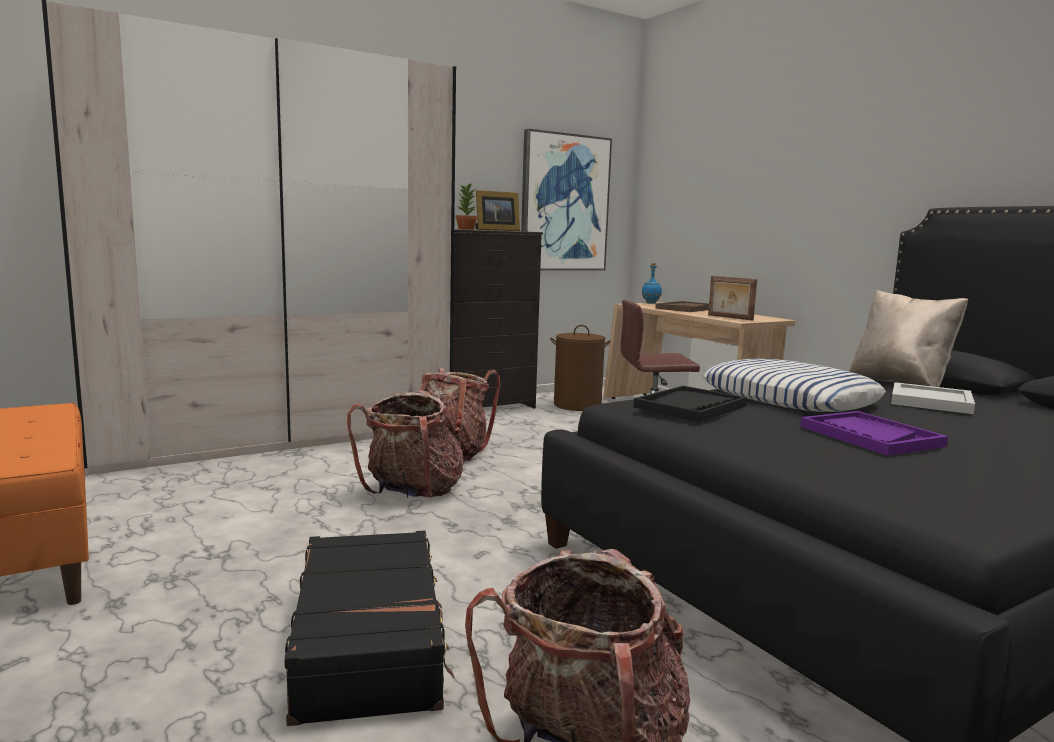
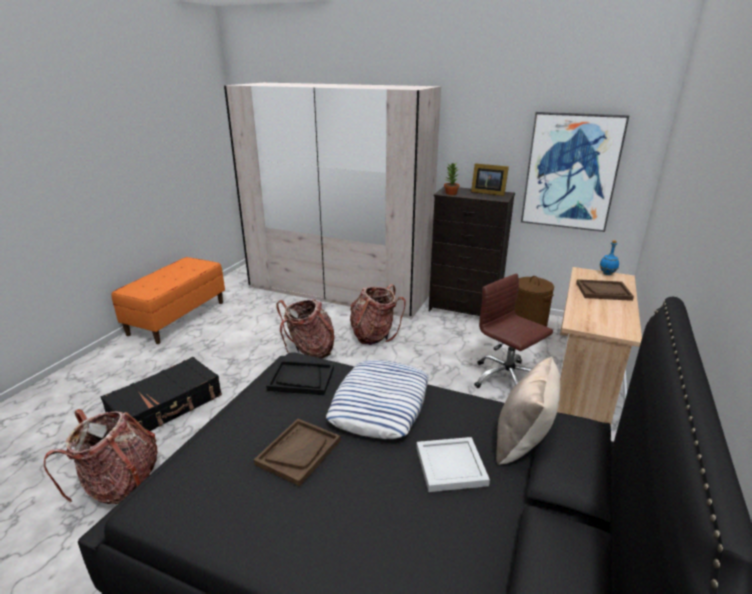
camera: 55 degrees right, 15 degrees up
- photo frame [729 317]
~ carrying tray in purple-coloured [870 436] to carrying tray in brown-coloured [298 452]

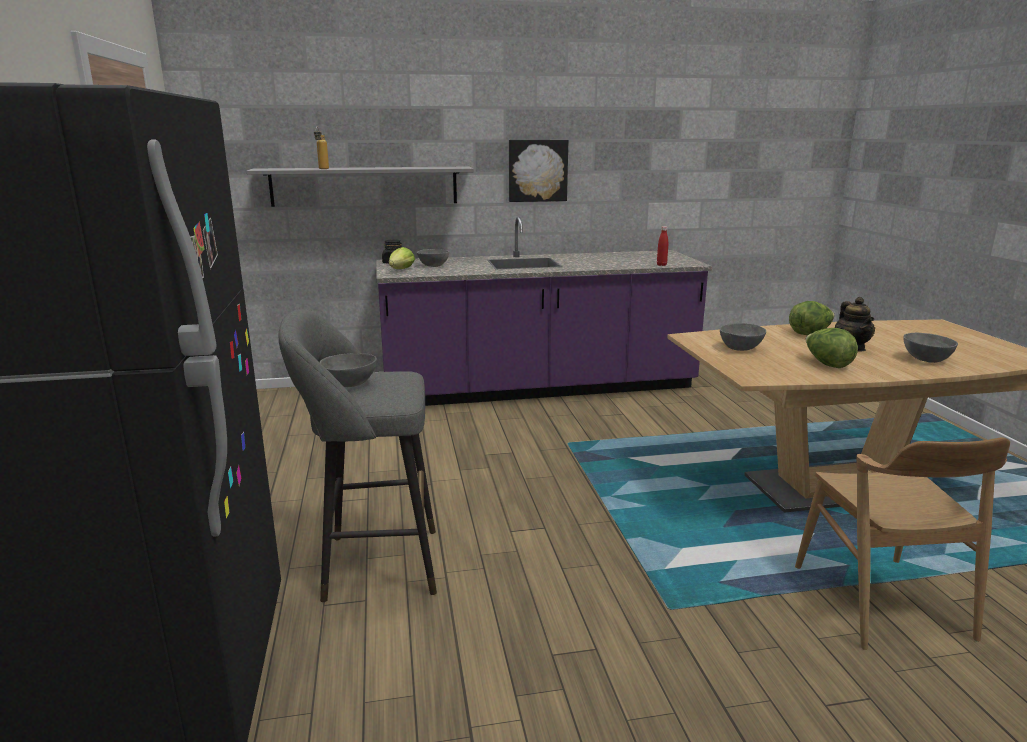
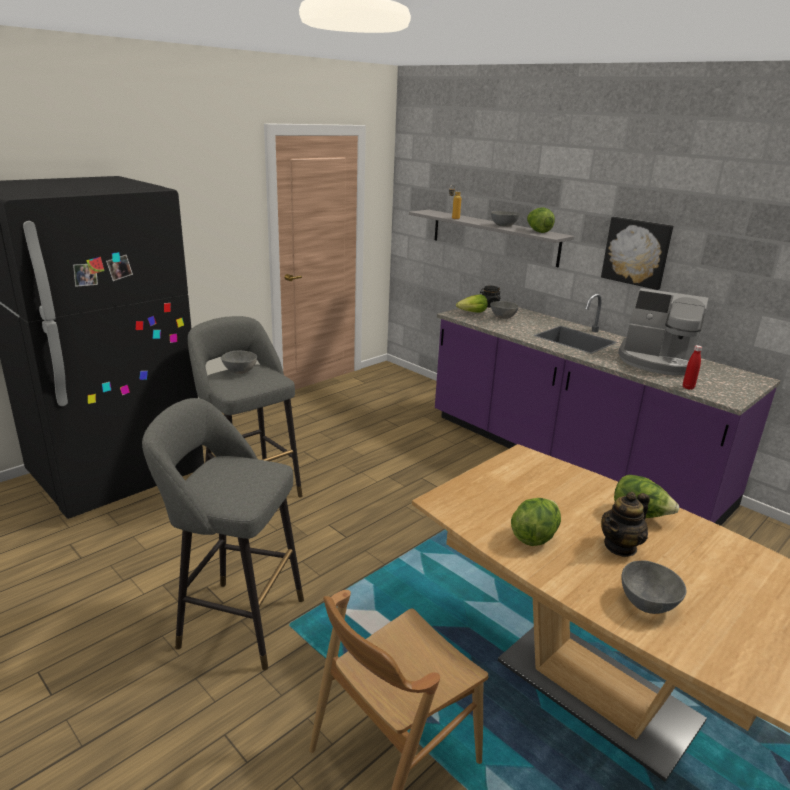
camera: 55 degrees right, 5 degrees up
~ bowl in gray [741 348] to [504 226]
+ lettuce [538 231]
+ coffee machine [657 361]
+ stool seat in gray [235 621]

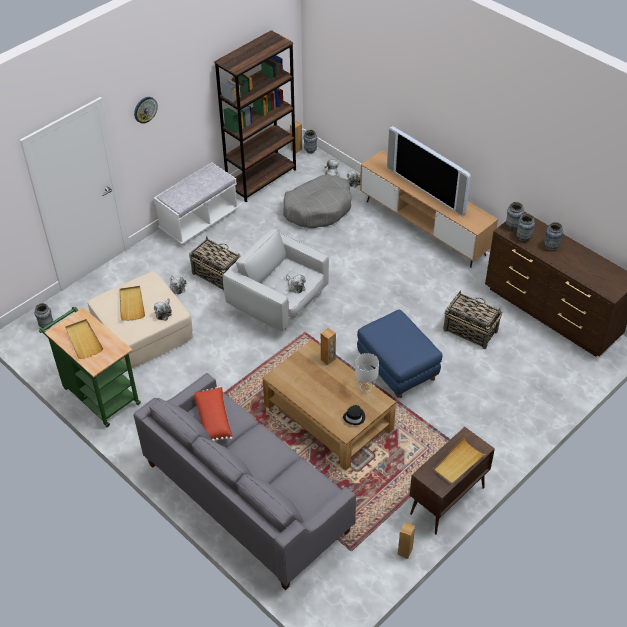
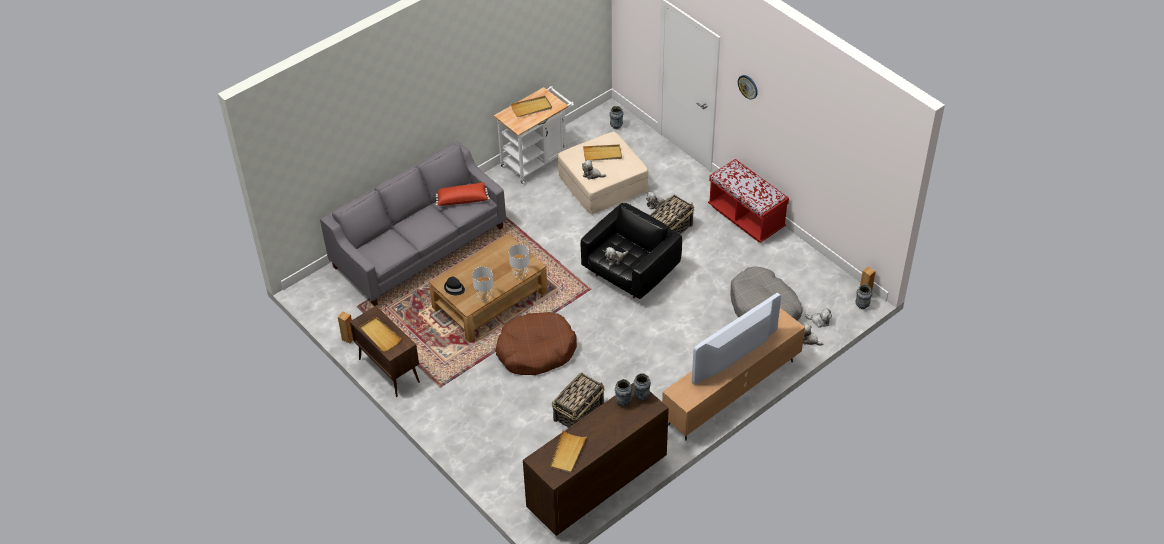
camera: 95 degrees right, 0 degrees up
- bookshelf in brown-coloured [261 179]
~ bench in white-coloured [199 221] to bench in red-coloured [746 217]
- decorative vase [551 247]
~ armchair in white-coloured [279 302] to armchair in black [630 272]
~ wheeled cart in green-coloured [98 394] to wheeled cart in white-coloured [537 160]
~ ottoman in blue [396 370] to dog bed in brown-coloured [536 351]
~ loudspeaker in brown-coloured [328 359] to tabletop lamp in white-coloured [520 275]
+ carrying tray in beige [567 453]

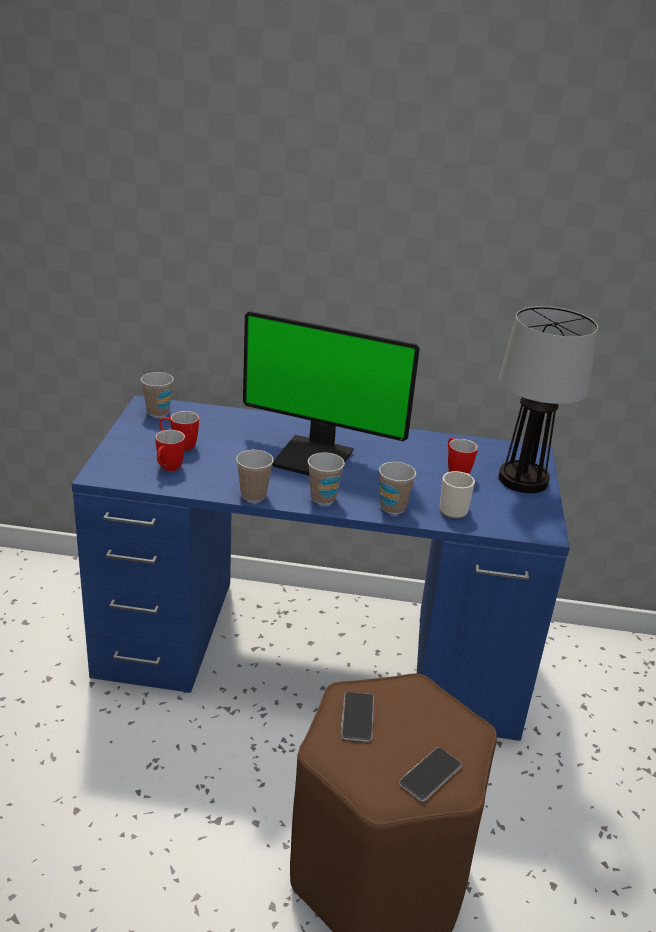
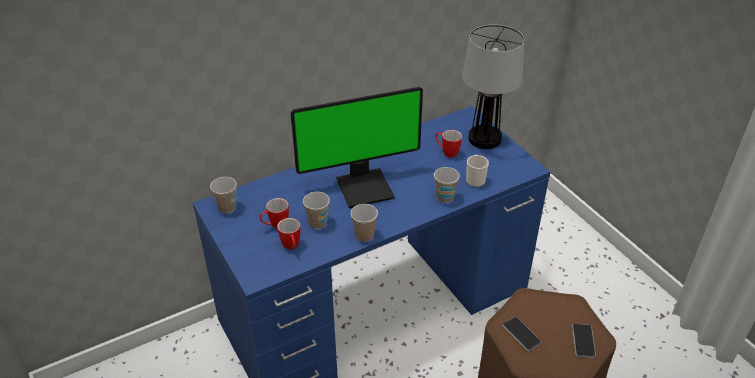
camera: 35 degrees left, 10 degrees up
~ cup [323 498] to [317 223]

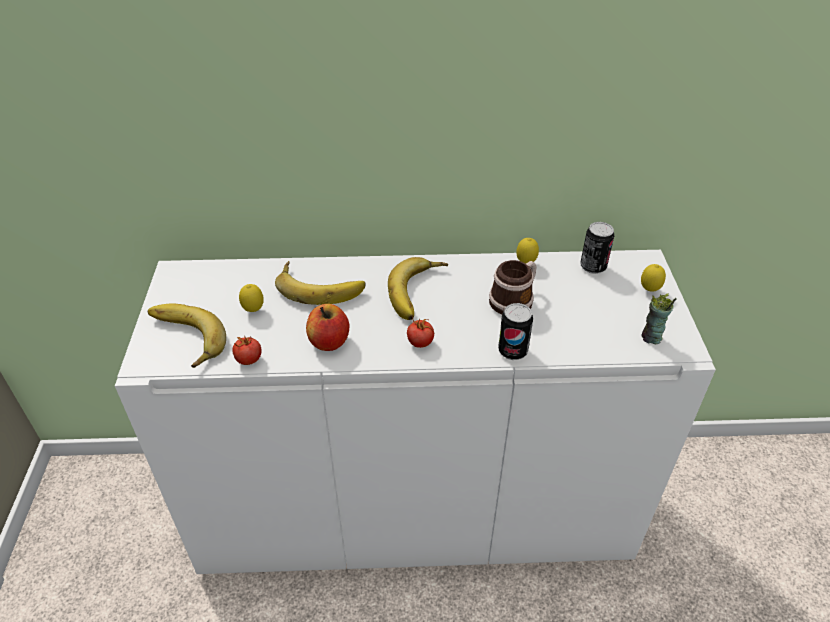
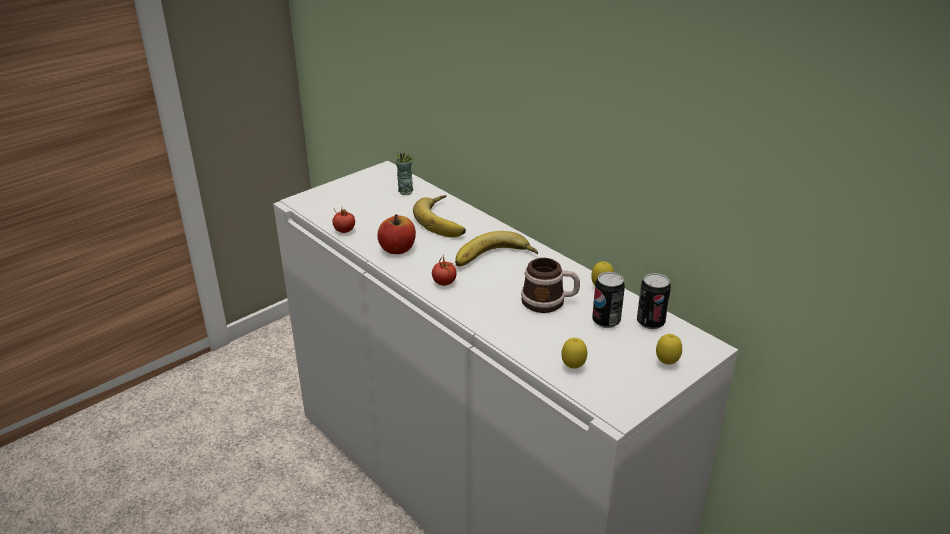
camera: 50 degrees right, 10 degrees down
~ whole lemon [254 310] to [573 367]
~ cup [651 337] to [405 191]
- whole banana [183 339]
~ metal can [512 351] to [606 321]

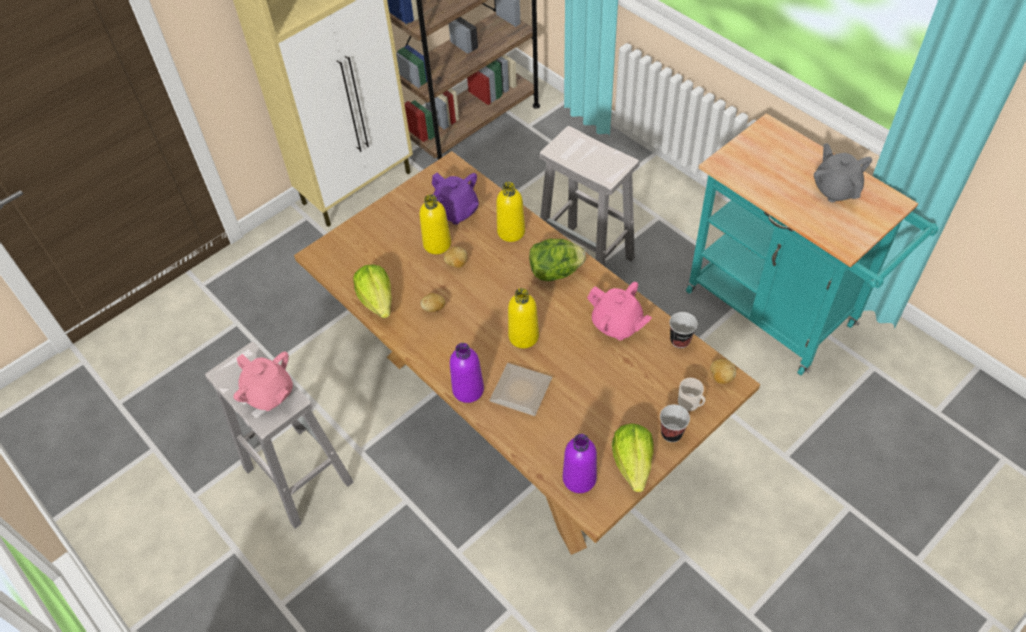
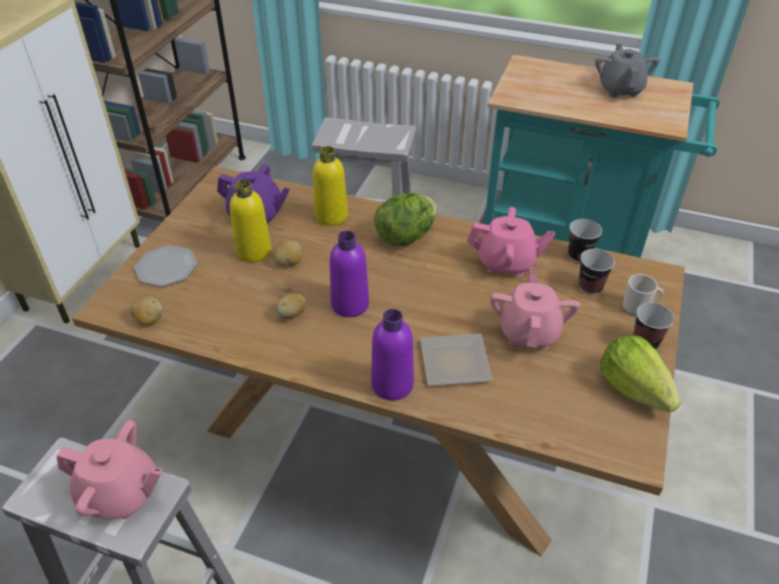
camera: 30 degrees left, 10 degrees down
~ teapot in gray [835 189] = [620 90] 45 degrees clockwise
- lettuce [377 301]
- bottle in yellowish [523 336]
~ spud [721 377] to [148 320]
~ bottle in purple-coloured [579 478] to [350 304]
+ flat dish [166 267]
+ cup [590 286]
+ teapot in pink [529 332]

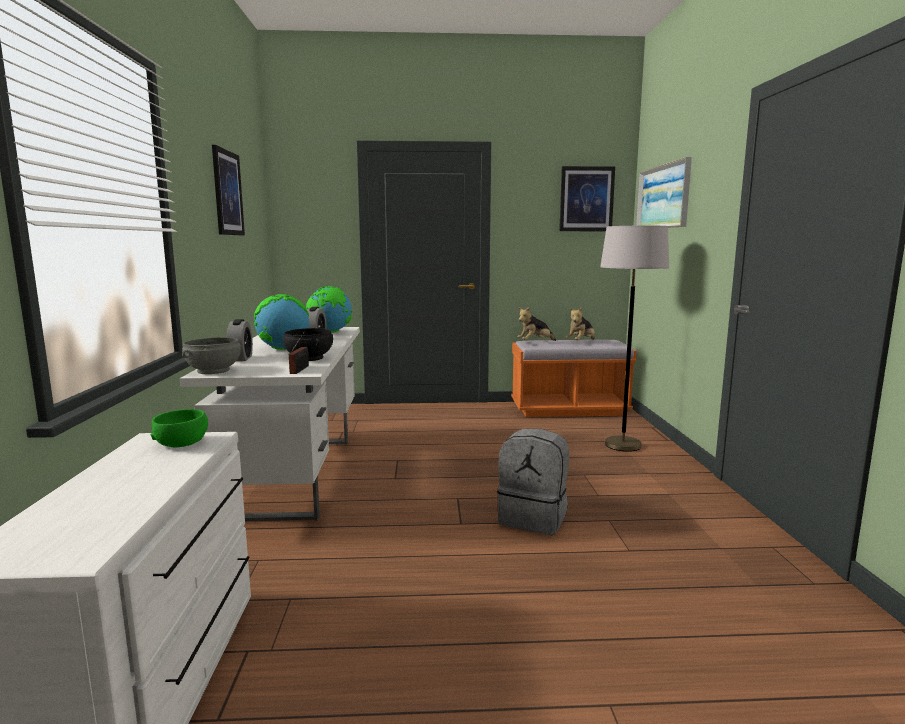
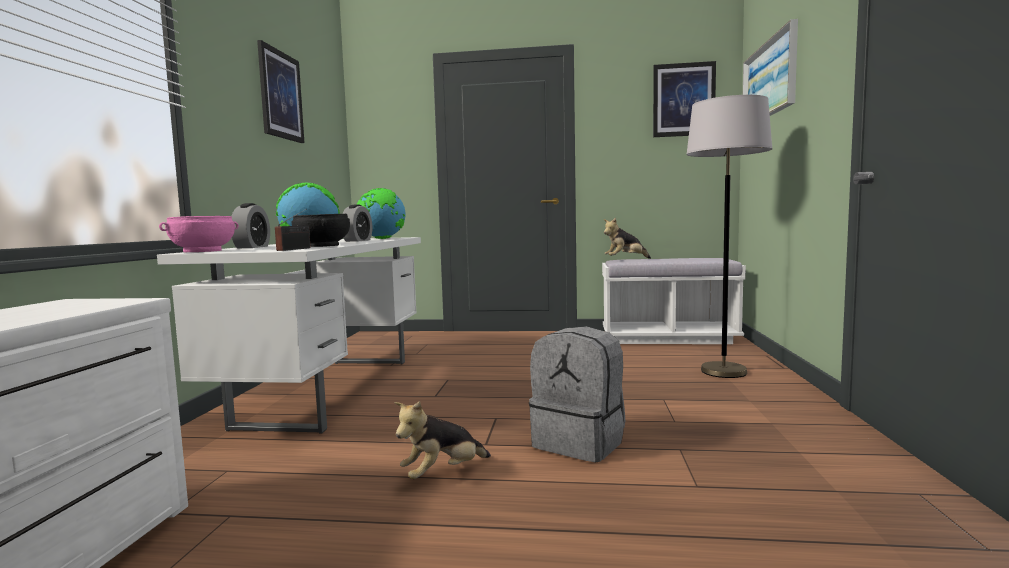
camera: 10 degrees right, 5 degrees down
~ soft toy [581 342] to [443 474]
~ bowl in gray [214 371] to bowl in pink [203 251]
~ bench in orangey [569 409] to bench in white-coloured [668 338]
- bowl in green-coloured [182 443]

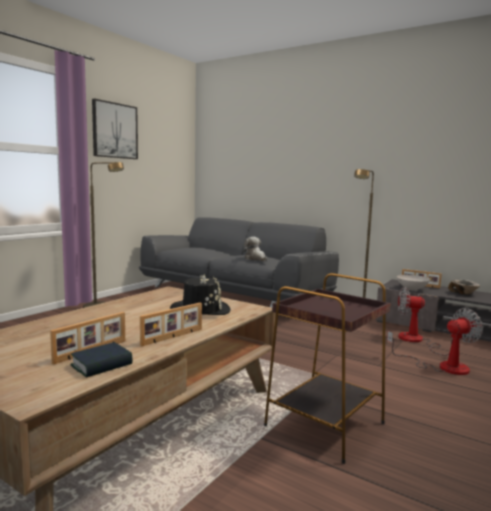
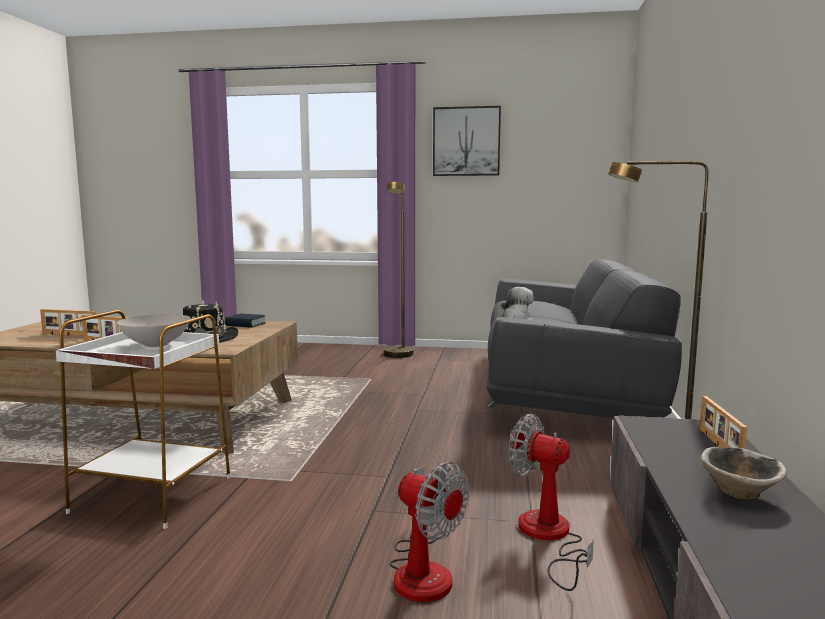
camera: 65 degrees right, 0 degrees up
~ side table in brown-coloured [326 424] to side table in white-coloured [154 494]
~ bowl in white-coloured [412 289] to [155 345]
~ electric fan [417 341] = [549 537] 45 degrees counterclockwise
~ book [102 365] to [245 324]

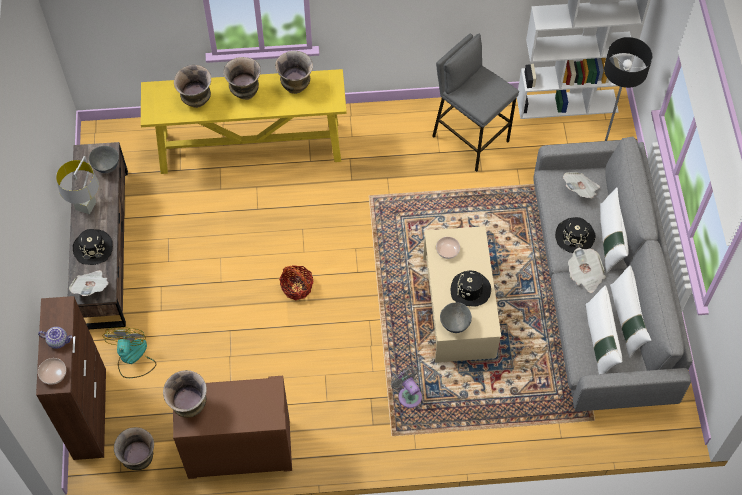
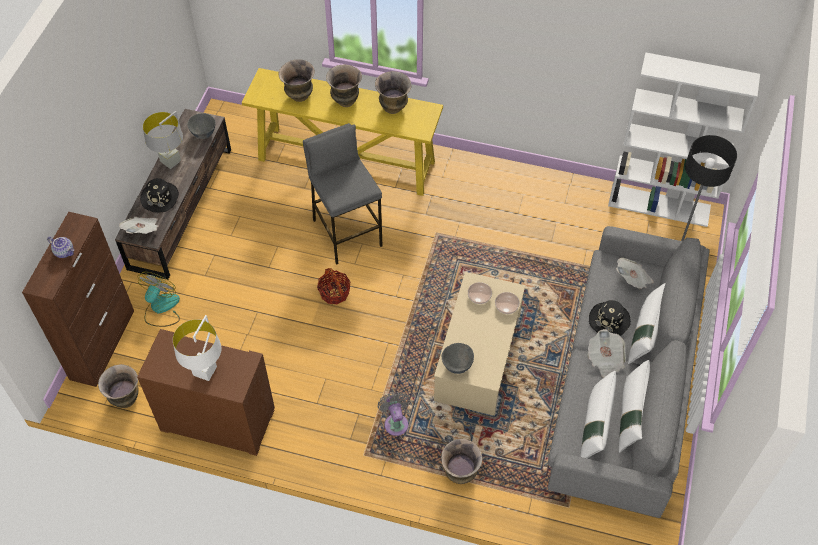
camera: 20 degrees right, 5 degrees down
~ stool seat in gray [470 138] to [347 233]
- hat in black [470 290]
~ bowl [54 374] to [507 306]
~ decorative vase [190 407] to [460 474]
+ tabletop lamp in white-coloured [205 372]

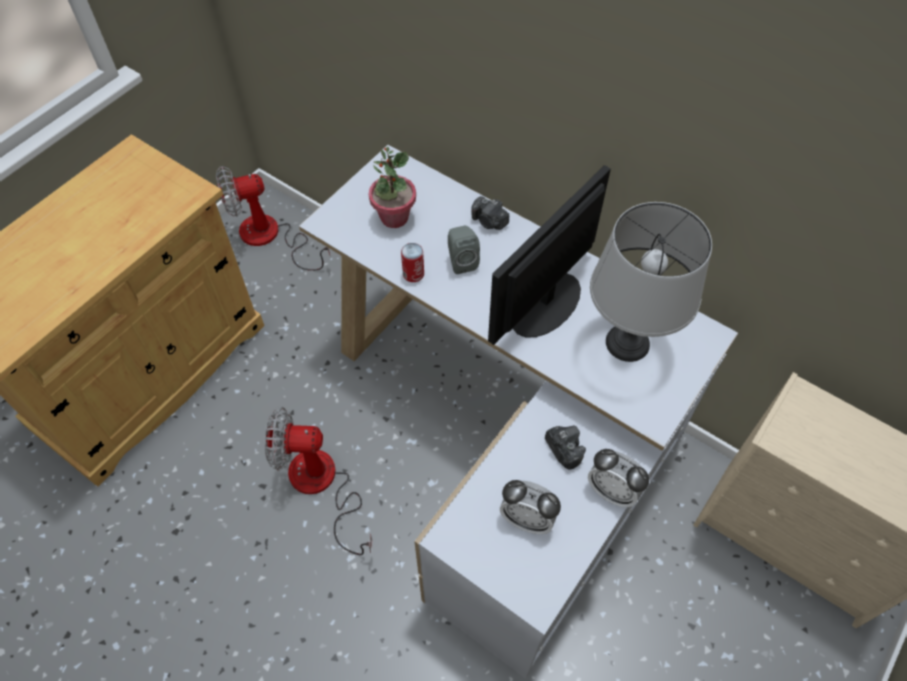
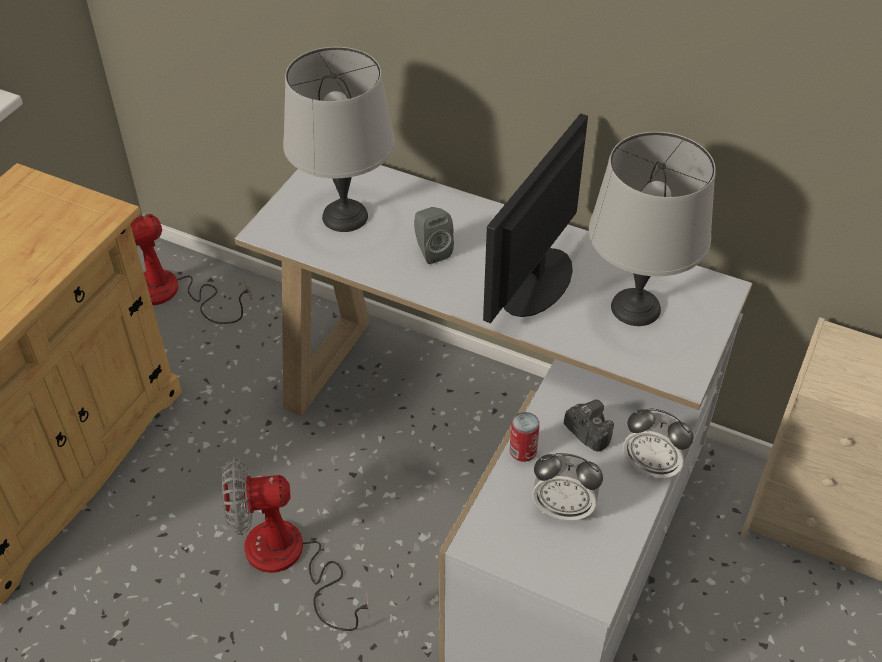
camera: 10 degrees left, 10 degrees down
~ plant in a pot [394 217] to tabletop lamp in gray [344 217]
- photo camera [489 221]
~ metal can [413 274] to [523 451]

